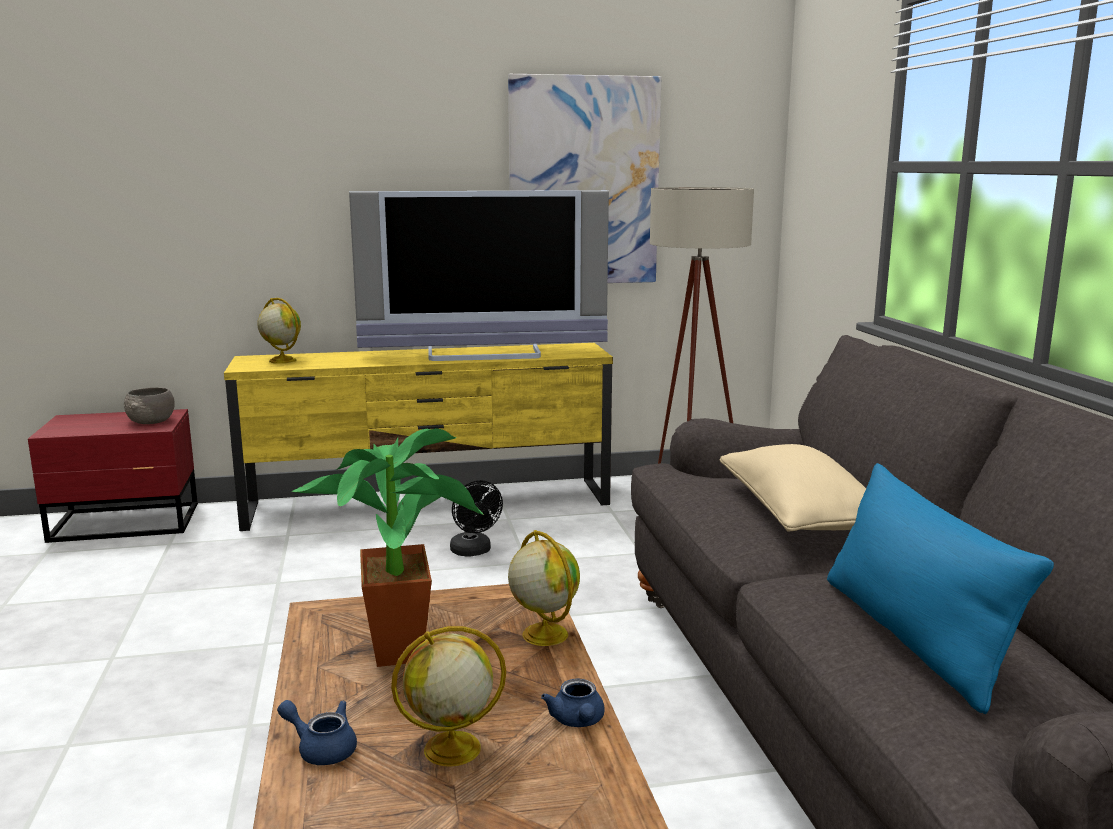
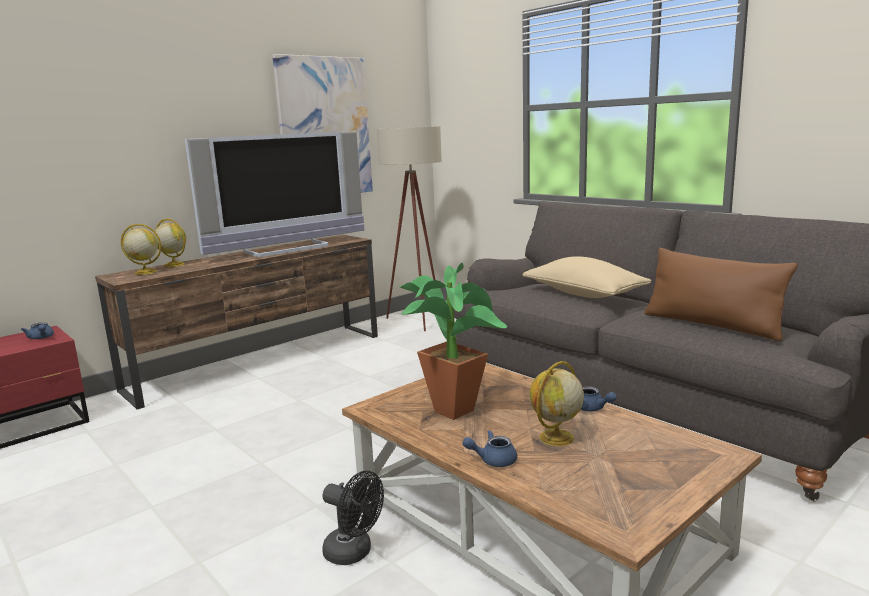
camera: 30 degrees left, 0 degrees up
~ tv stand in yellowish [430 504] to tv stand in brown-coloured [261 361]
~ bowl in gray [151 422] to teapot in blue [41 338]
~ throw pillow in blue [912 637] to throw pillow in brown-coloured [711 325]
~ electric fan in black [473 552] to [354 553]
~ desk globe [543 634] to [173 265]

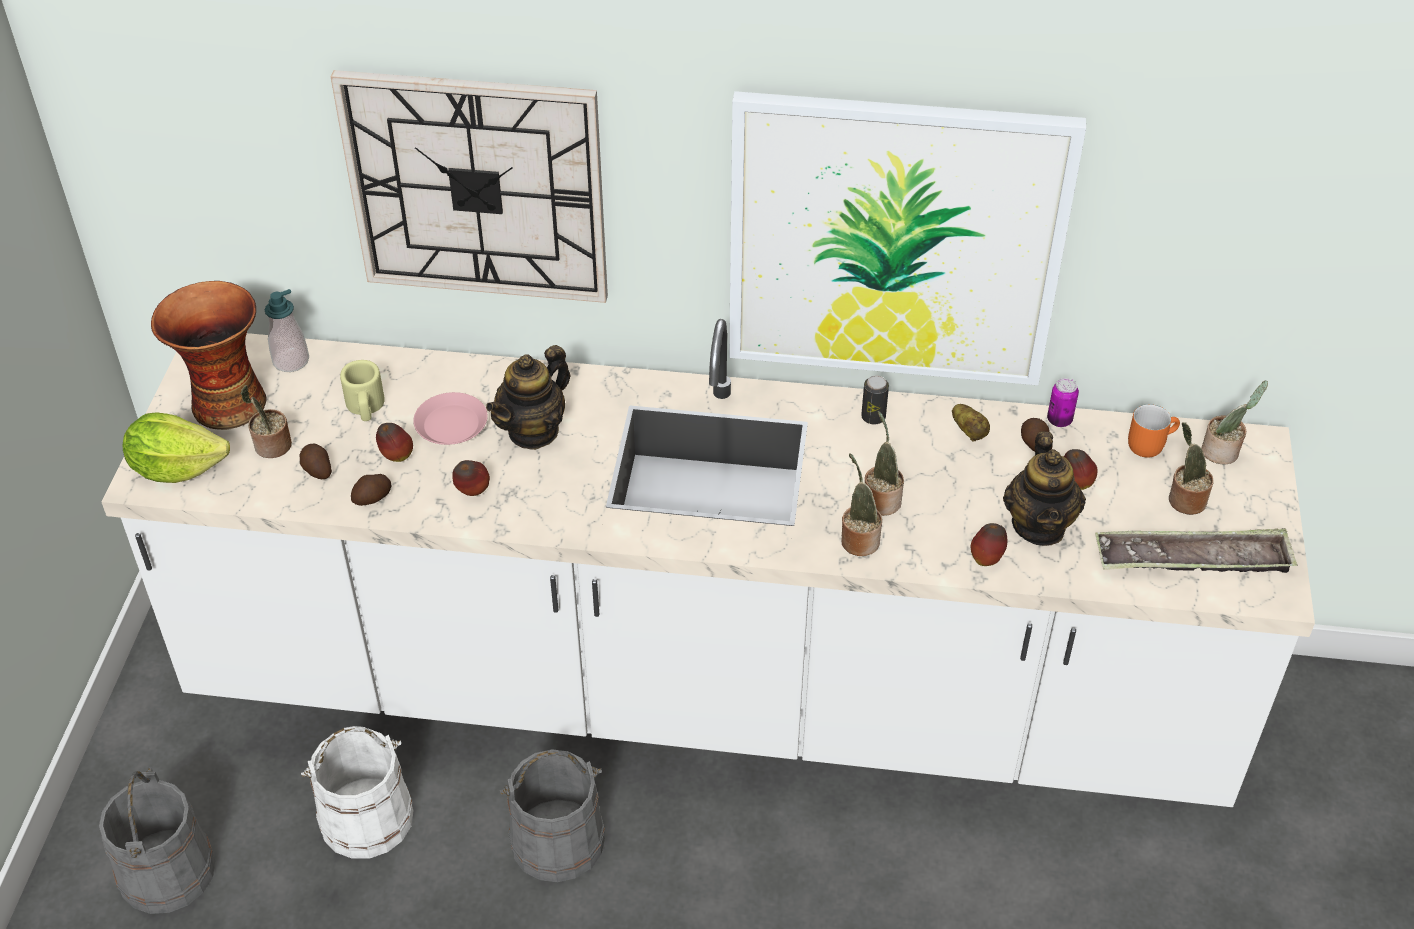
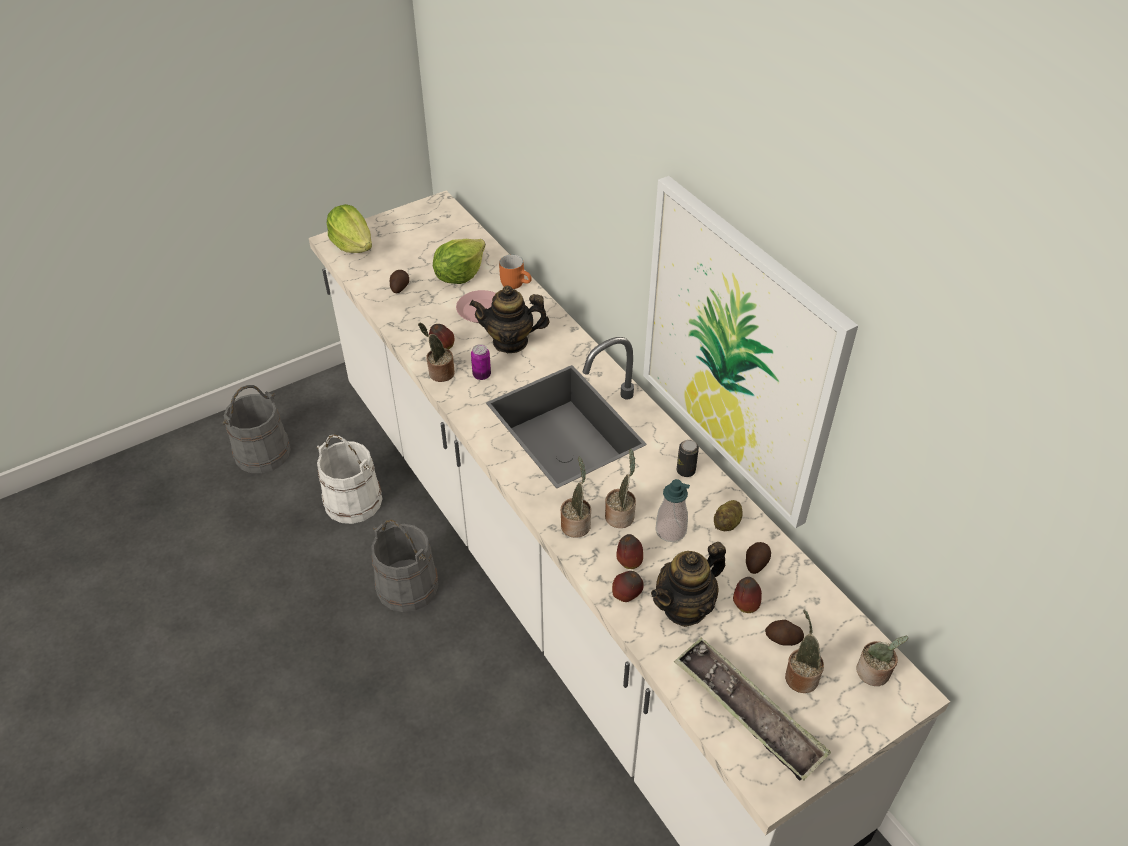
camera: 50 degrees right, 0 degrees up
- clock on the wall [476 187]
- decorative vase [226 403]
~ liquid soap bottle [291 361] to [670 531]
~ tea mug in beige [365 407] to lettuce [459 275]
~ metal can [1059 420] to [481 375]
~ plant in a pot [271 447] to [439 373]
~ tea mug in orangey [1149 443] to [516 283]
~ apple [396 456] to [628 562]
~ spud [373 498] to [783 639]

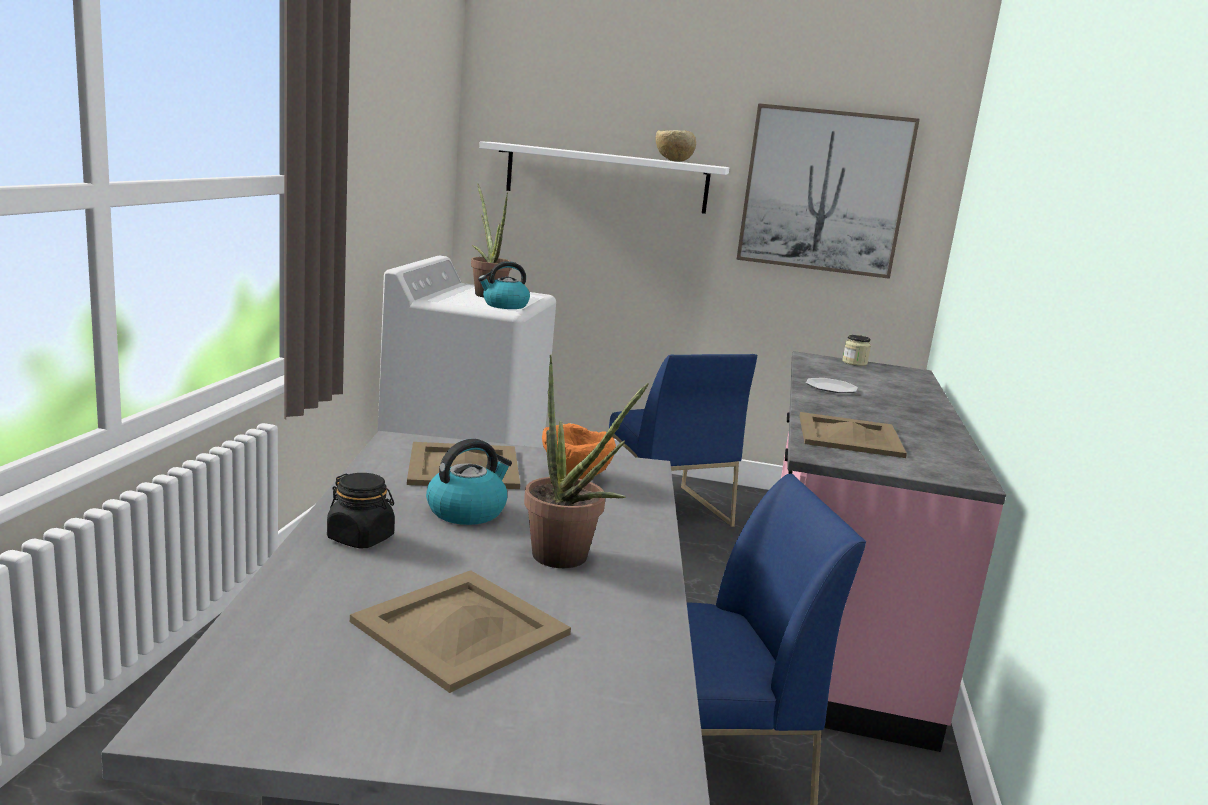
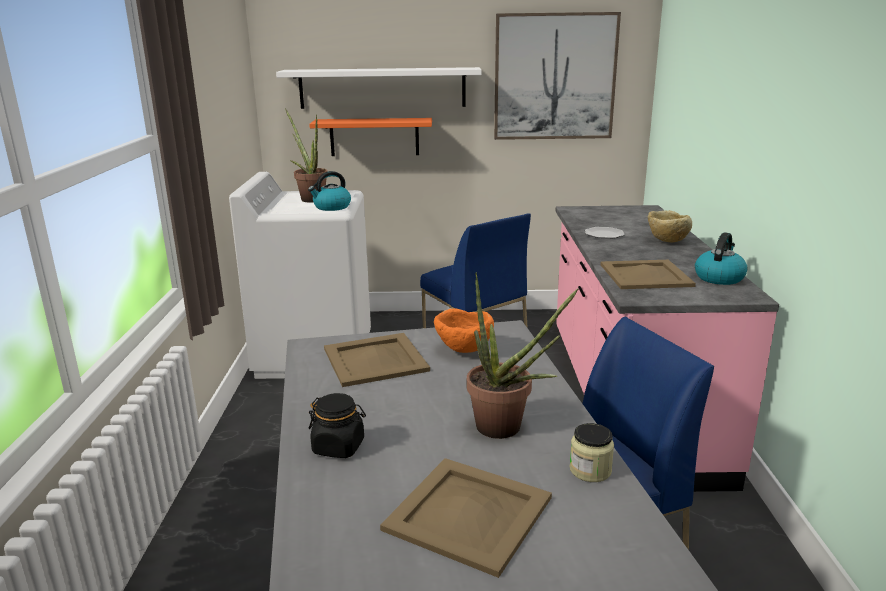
camera: 10 degrees left, 5 degrees up
~ bowl in beige [672 161] to [666 242]
~ jar [854 362] to [590 470]
~ tea kettle [467 511] to [719 277]
+ wall shelf in orangey [374 137]

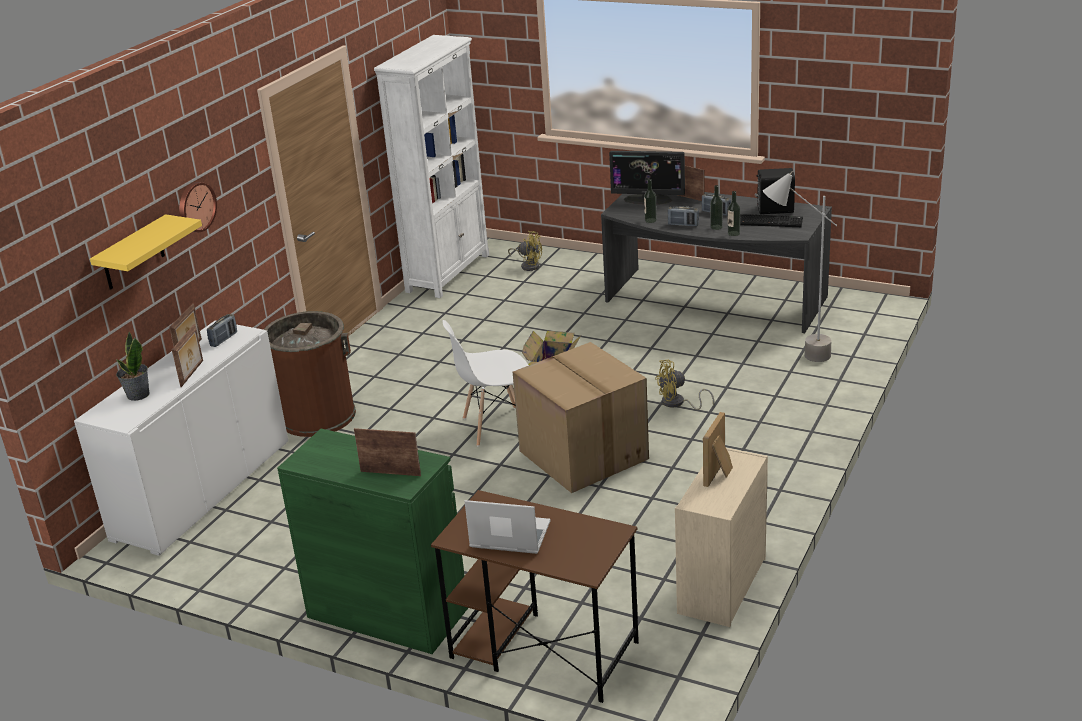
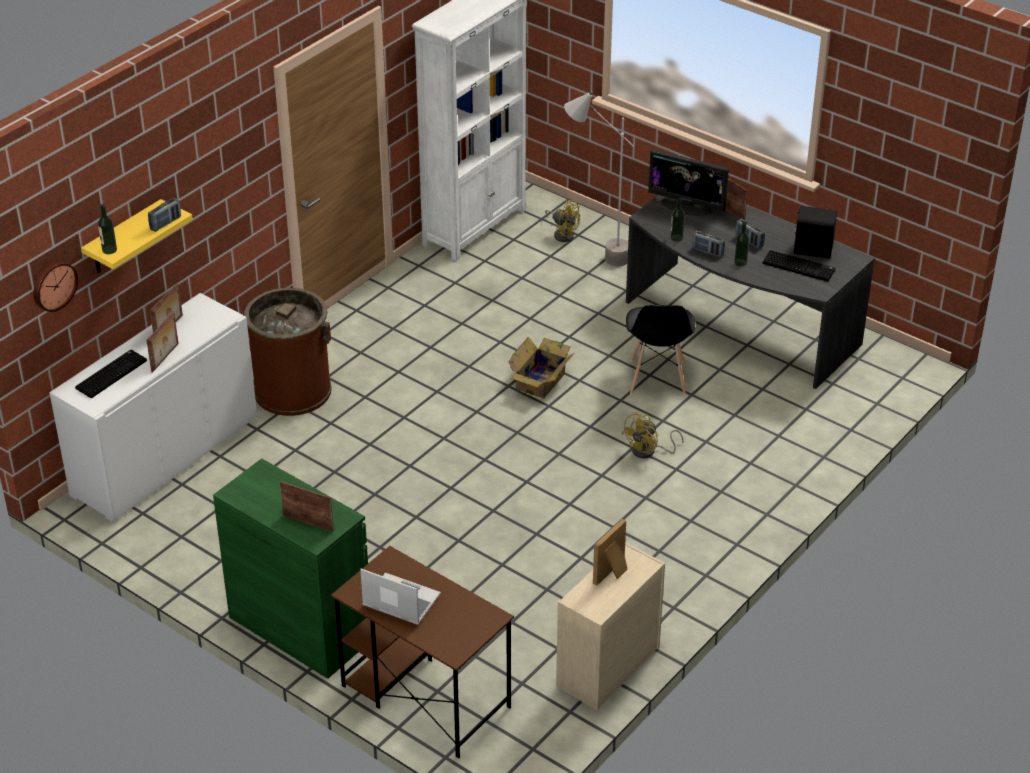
camera: 10 degrees right, 10 degrees up
~ standard lamp in gray [796 358] to [596 258]
~ clock on the wall [195 206] to [53 285]
~ bottle [733 233] to [109 250]
~ radio set [224 339] to [165 223]
- upright chair in white-coloured [495 426]
~ plant in a pot [138 395] to computer keyboard [111 374]
- carton [581 455]
~ electric fan in yellowish [677 403] = [649 451] 45 degrees counterclockwise
+ upright chair in black [657 378]

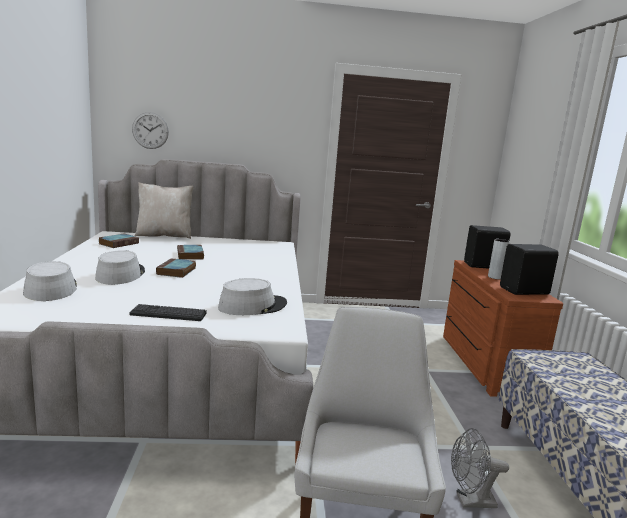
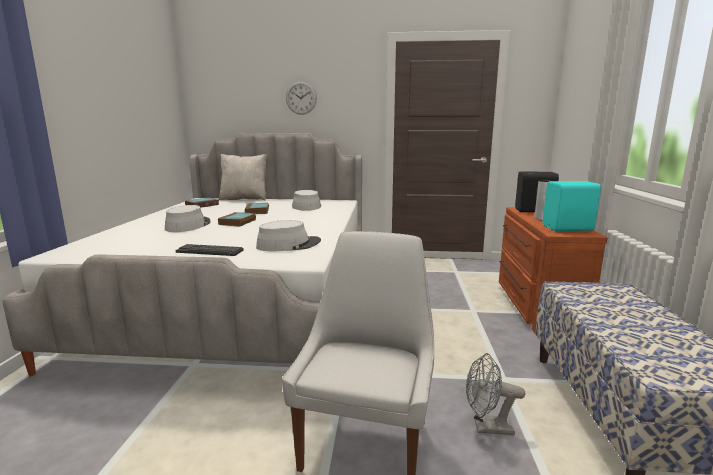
camera: 10 degrees right, 0 degrees up
~ clock on the wall [150 130] to [301 98]
~ loudspeaker in black [525 291] to loudspeaker in turquoise-coloured [569 228]
~ hat in gray [50 289] to [306 206]

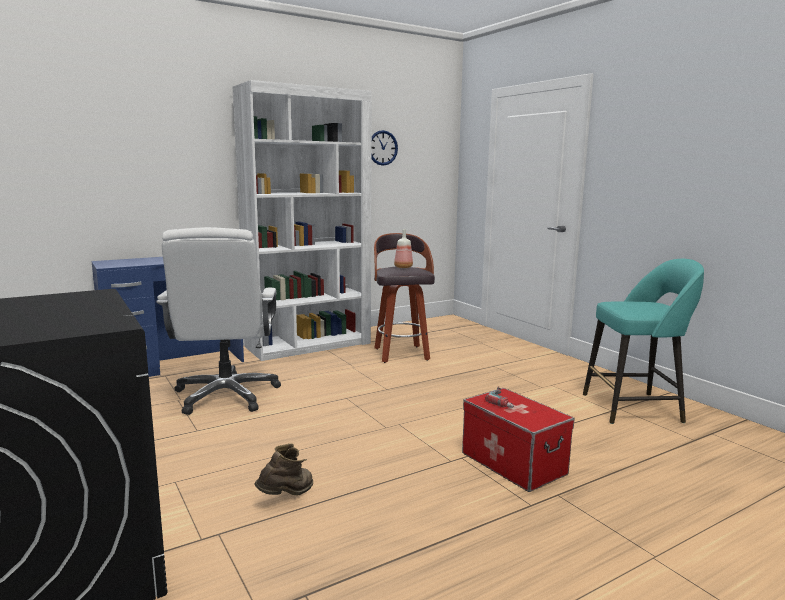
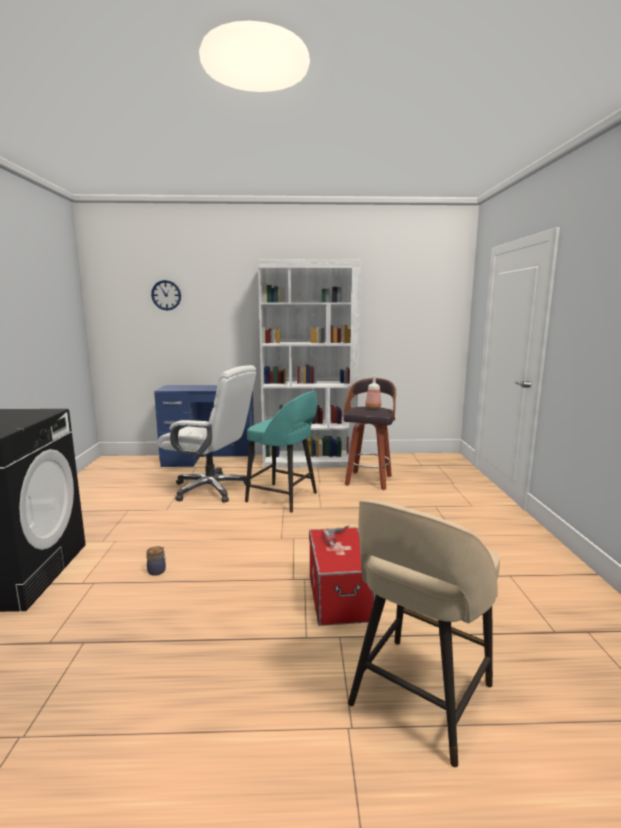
camera: 30 degrees right, 0 degrees up
~ clock on the wall [382 148] to [166 295]
~ computer chair in white-coloured [226 395] = [211 489] 90 degrees counterclockwise
~ stool seat in turquoise-coloured [634 408] to [283 498]
~ high-top boot in brown-coloured [287 496] to jar [157 571]
+ stool seat in beige [419 697]

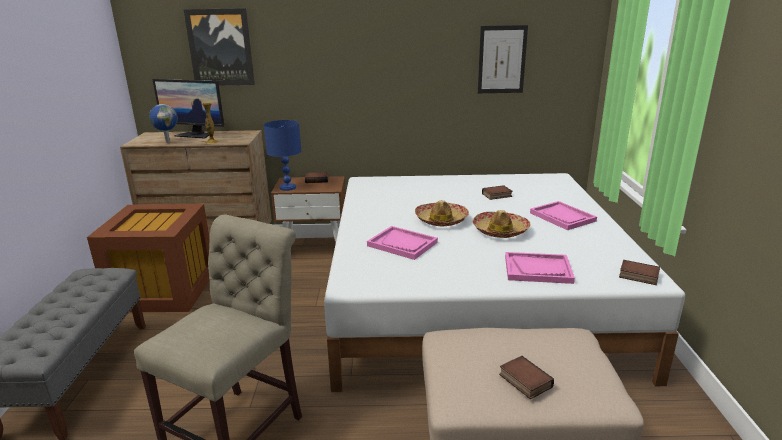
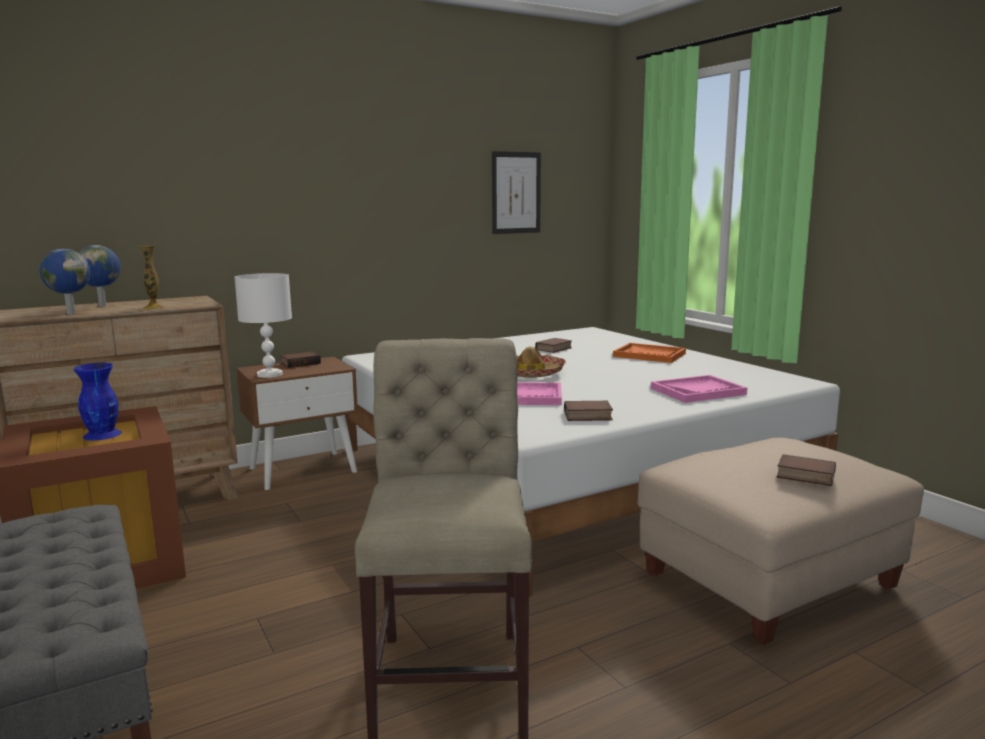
camera: 30 degrees left, 10 degrees down
- picture [220 47]
~ monitor [195 135] to desk globe [103 305]
~ tabletop lamp in blue [287 188] to tabletop lamp in white-coloured [269 374]
~ carrying tray in pink [562 217] to carrying tray in orangey [649 355]
- hat [500 231]
~ book [638 276] to [587 416]
+ decorative vase in blue [103 434]

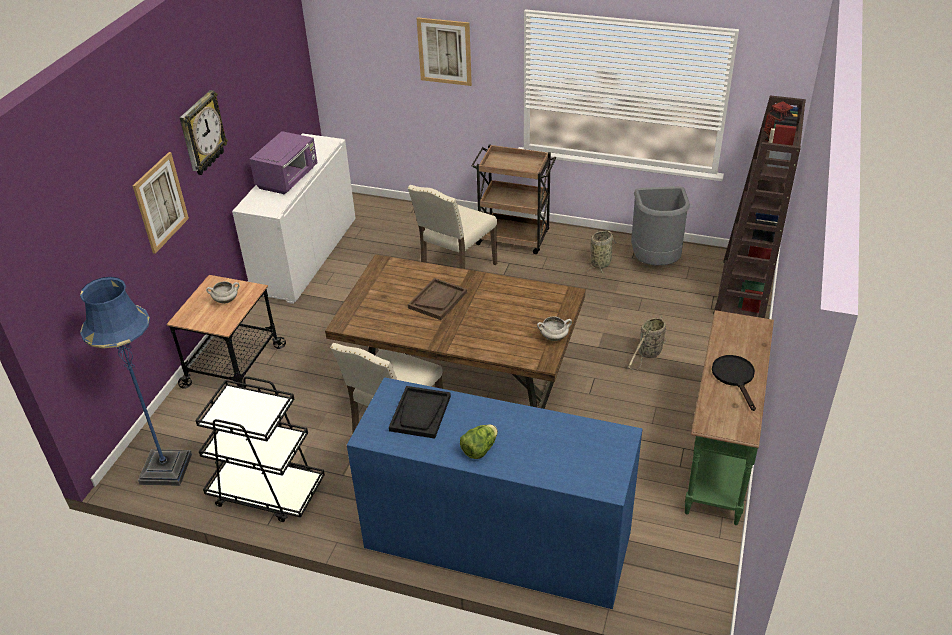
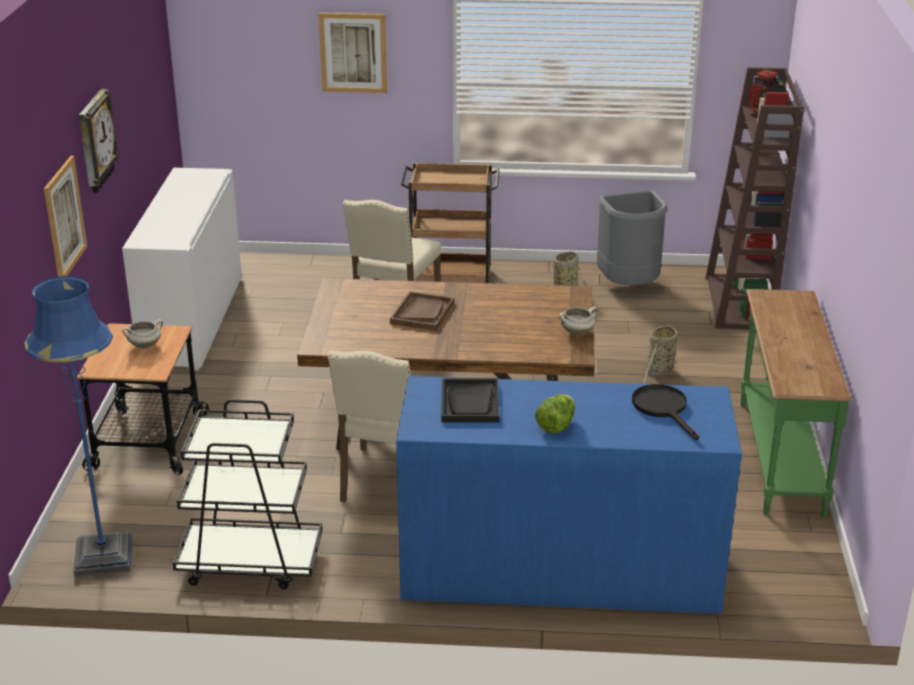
camera: 15 degrees left, 10 degrees down
- microwave in purple-coloured [288 178]
~ pan in black [735 377] to [663 409]

